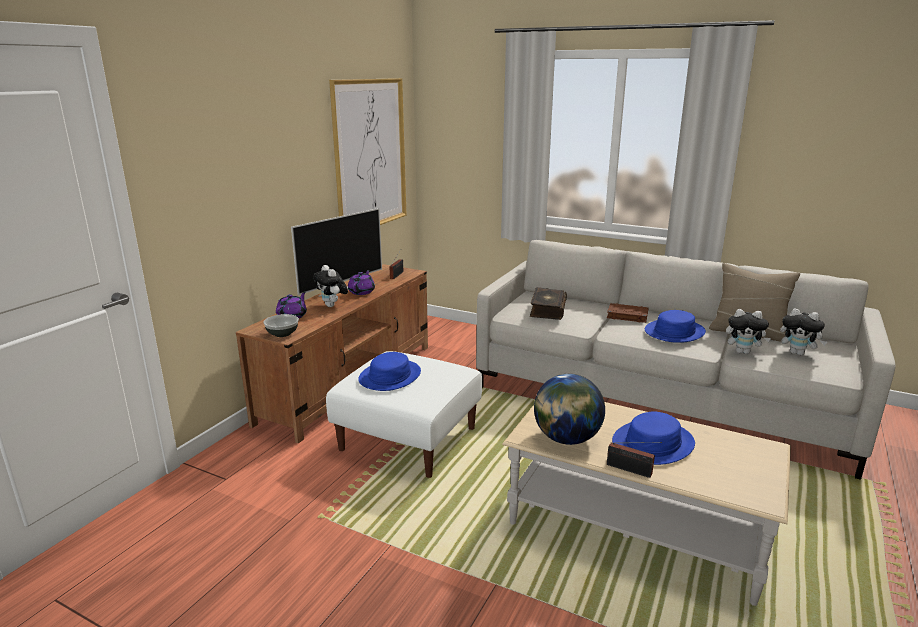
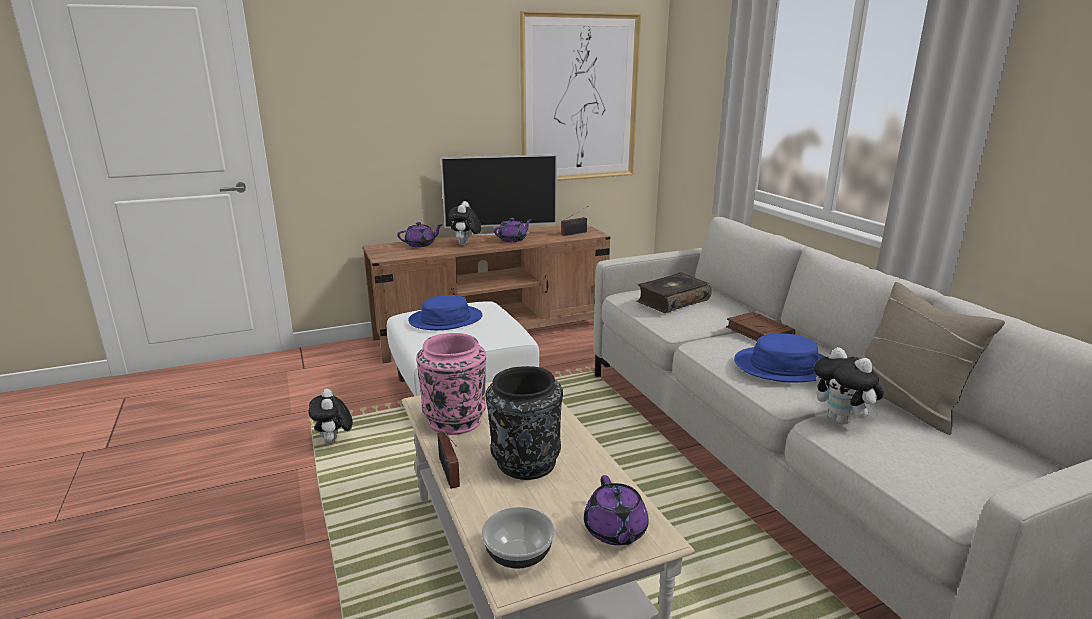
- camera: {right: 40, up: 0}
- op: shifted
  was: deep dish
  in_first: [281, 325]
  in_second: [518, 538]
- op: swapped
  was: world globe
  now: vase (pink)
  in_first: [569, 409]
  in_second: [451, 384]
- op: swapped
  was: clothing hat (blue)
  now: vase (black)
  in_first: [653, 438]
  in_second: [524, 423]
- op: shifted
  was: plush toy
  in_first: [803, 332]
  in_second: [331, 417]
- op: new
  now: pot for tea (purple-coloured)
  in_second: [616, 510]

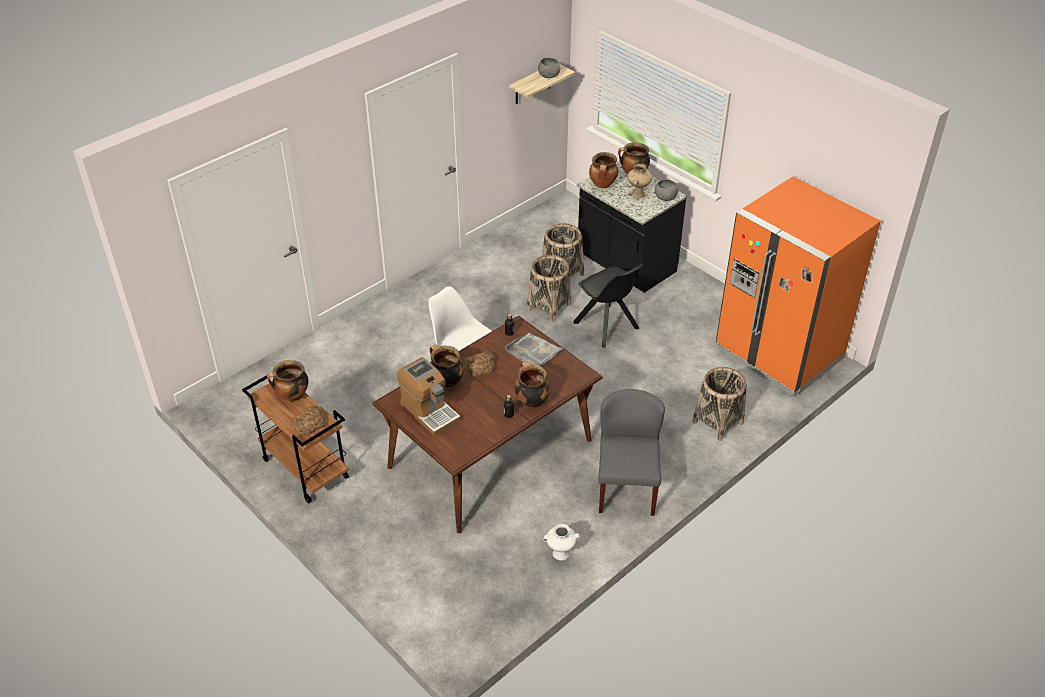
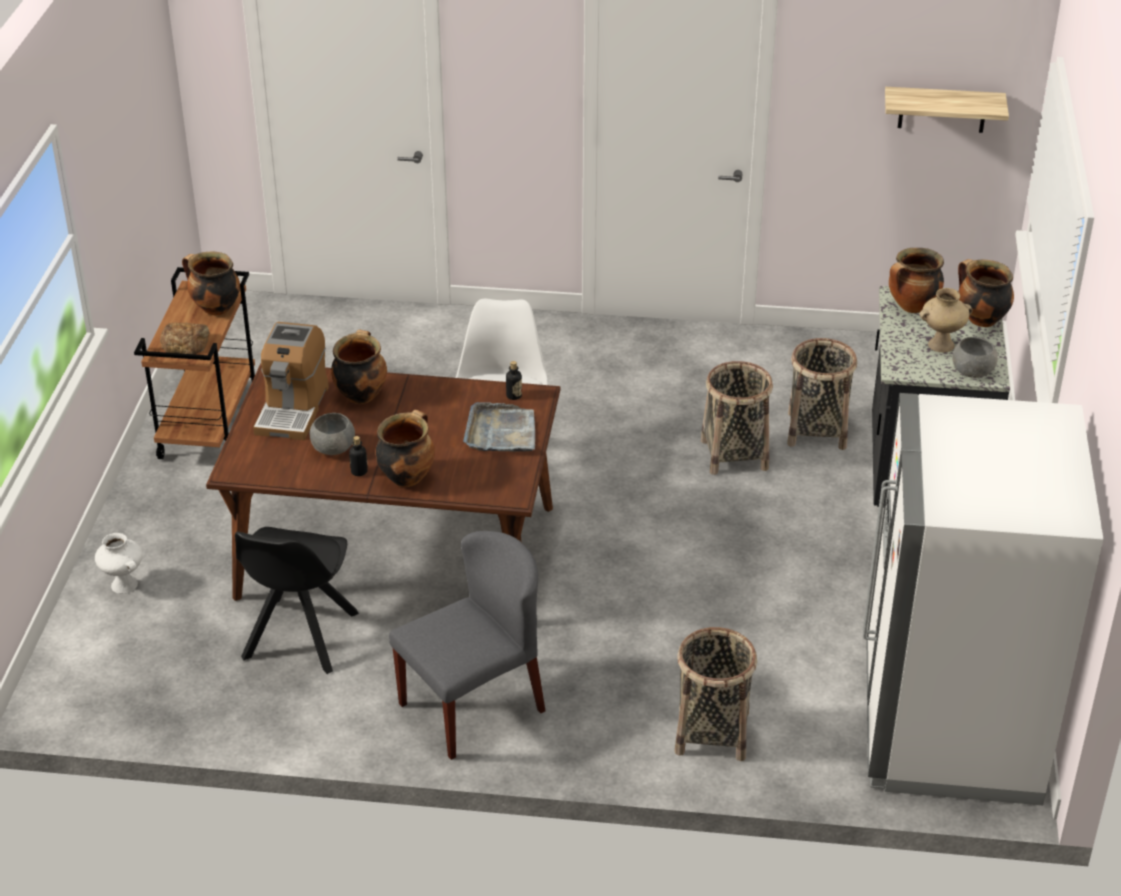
- camera: {right: 50, up: -5}
- op: gone
  was: bread
  in_first: [479, 364]
- op: shifted
  was: deep dish (greyish)
  in_first: [549, 68]
  in_second: [332, 434]
- op: shifted
  was: vase (white)
  in_first: [562, 542]
  in_second: [118, 563]
- op: shifted
  was: chair (black)
  in_first: [608, 305]
  in_second: [297, 600]
- op: repainted
  was: fridge (orange-coloured)
  now: fridge (white)
  in_first: [798, 286]
  in_second: [983, 599]

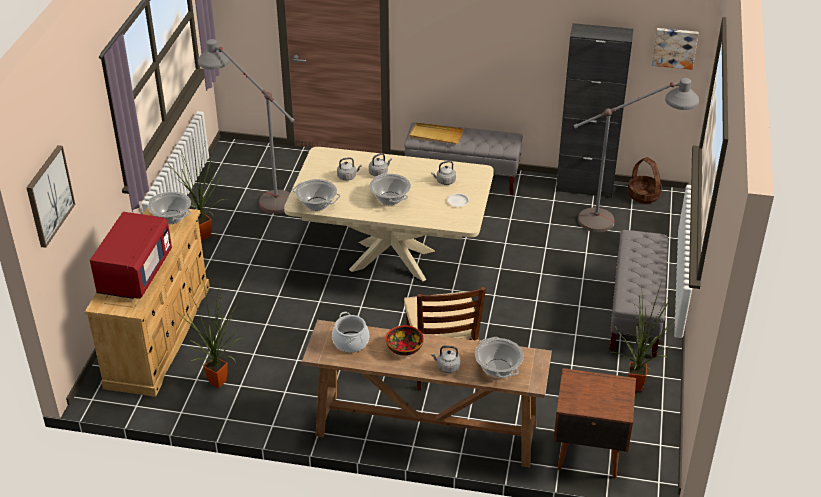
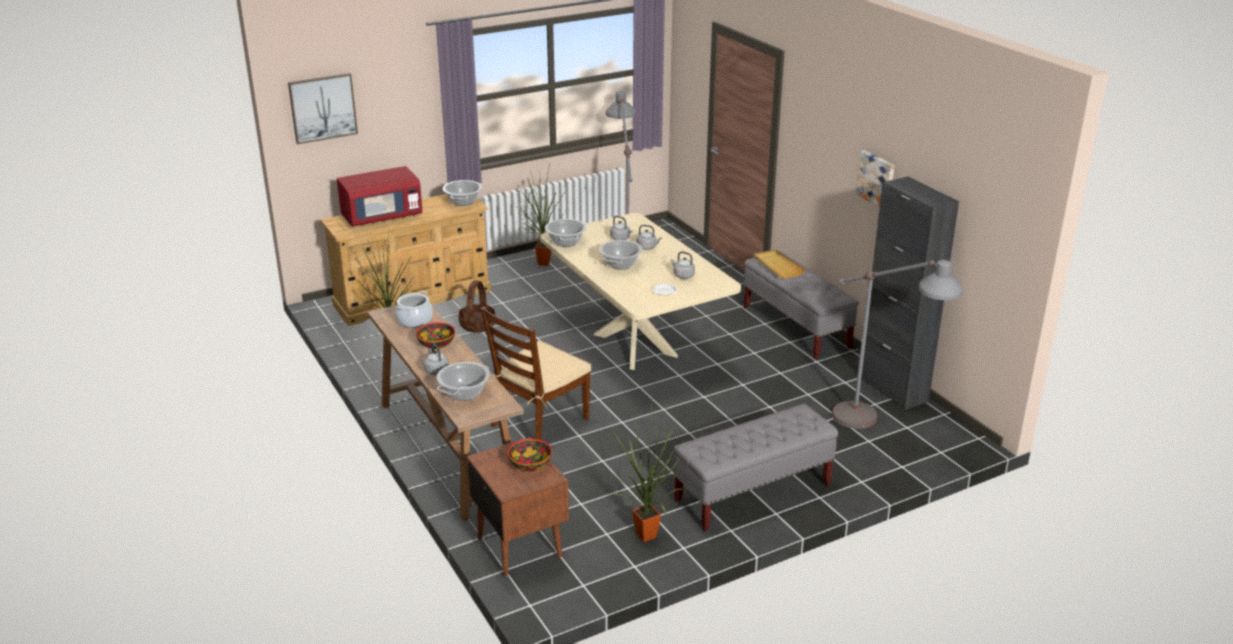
- camera: {right: 50, up: -10}
- op: shifted
  was: storage basket
  in_first: [645, 180]
  in_second: [477, 306]
- op: shifted
  was: wall picture
  in_first: [675, 49]
  in_second: [874, 178]
- op: new
  now: deep dish
  in_second: [530, 455]

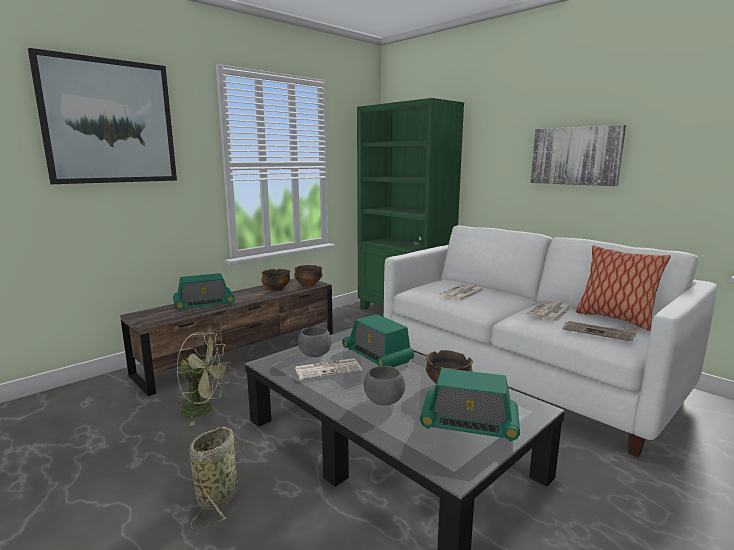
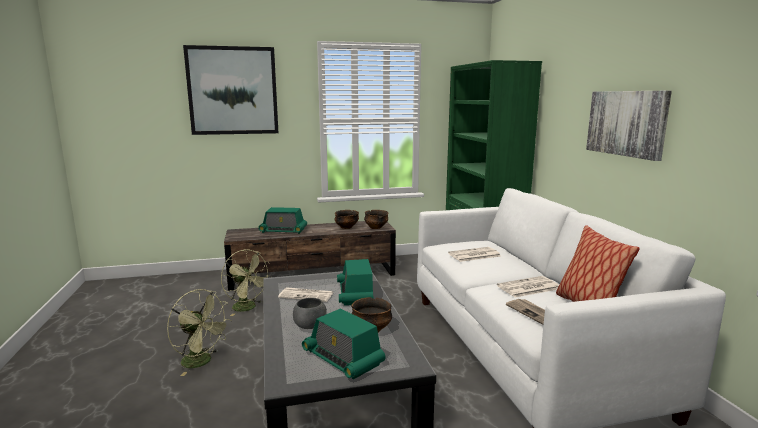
- camera: {right: 30, up: 0}
- op: swapped
  was: storage basket
  now: fan (green)
  in_first: [217, 478]
  in_second: [199, 332]
- op: gone
  was: deep dish (greyish)
  in_first: [315, 342]

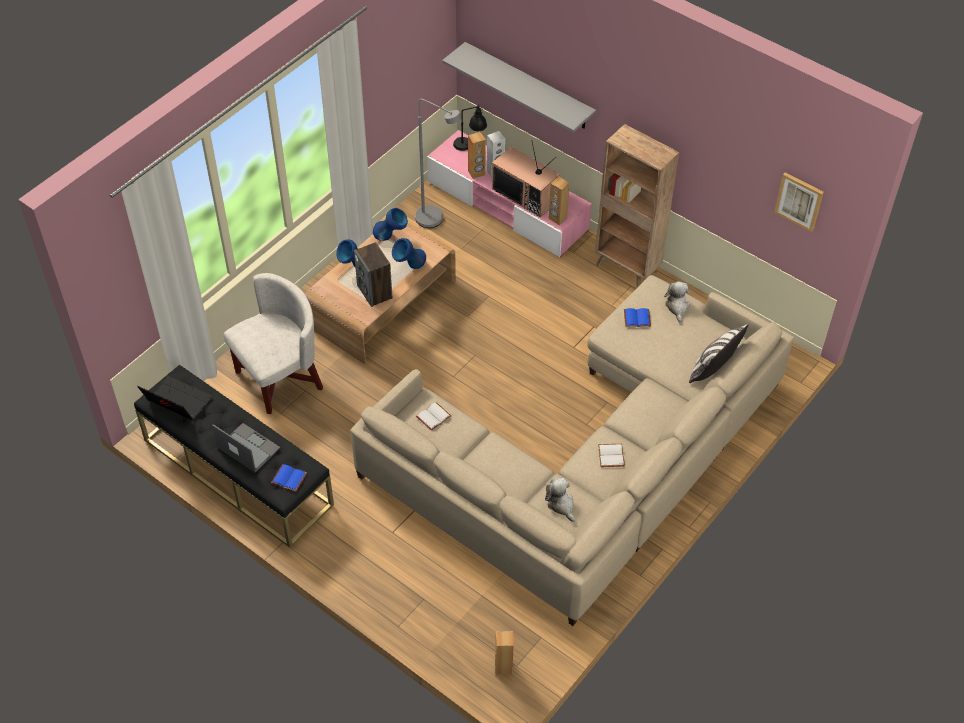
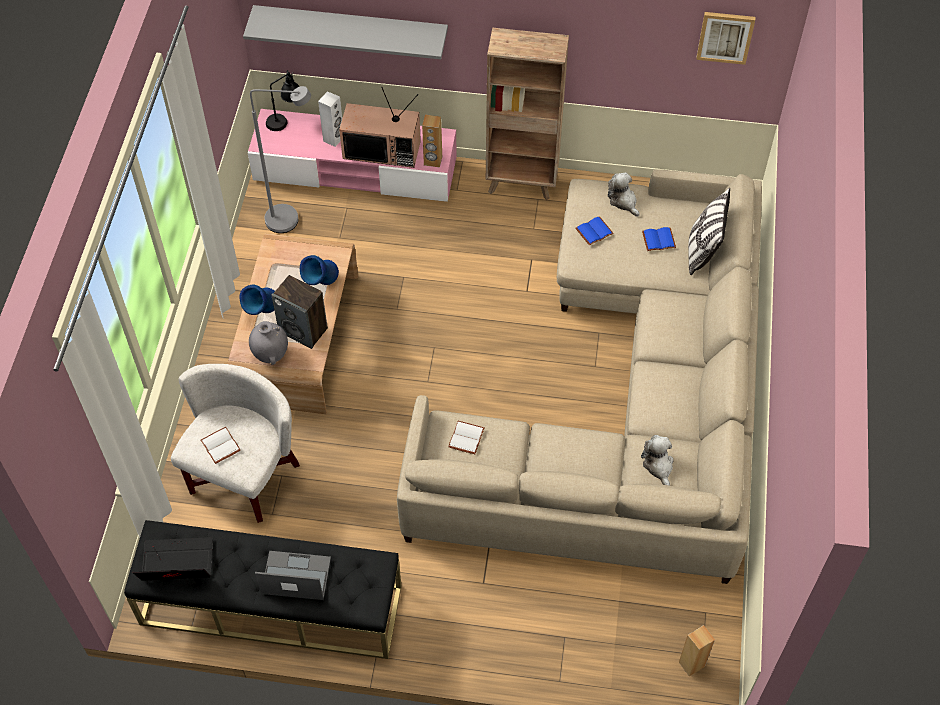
- camera: {right: -30, up: 5}
- op: shifted
  was: volume (blue)
  in_first: [289, 478]
  in_second: [659, 239]
- op: gone
  was: vase (blue)
  in_first: [390, 224]
- op: gone
  was: audio speaker (brown-coloured)
  in_first: [477, 155]
- op: rotated
  was: plush toy
  in_first: [560, 500]
  in_second: [657, 460]
  clockwise: 45
- op: shifted
  was: volume (white)
  in_first: [611, 455]
  in_second: [221, 445]
- op: new
  now: vase (greyish)
  in_second: [268, 343]

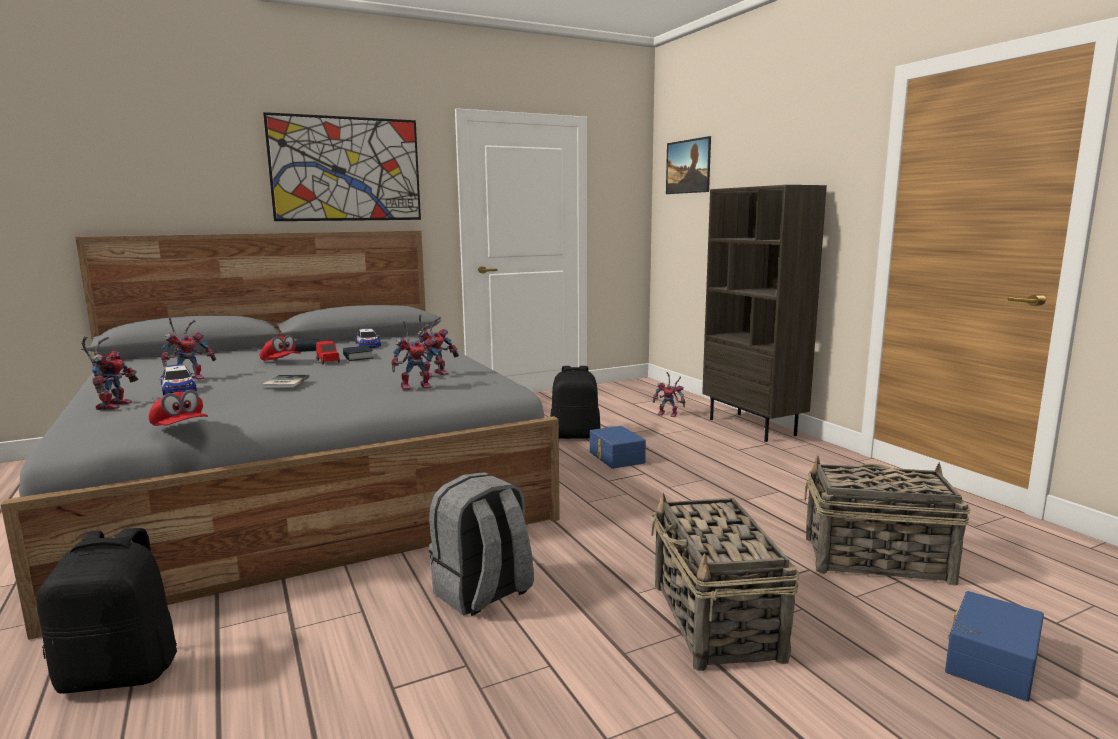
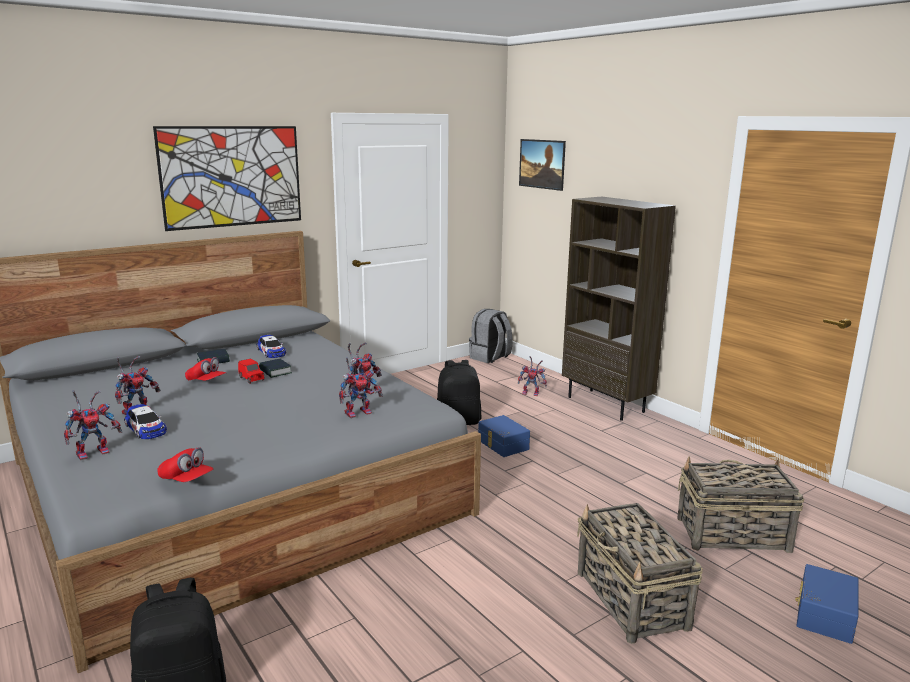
- camera: {right: -10, up: 5}
- op: rotated
  was: model robot
  in_first: [110, 373]
  in_second: [93, 425]
  clockwise: 60
- op: gone
  was: volume
  in_first: [285, 381]
- op: shifted
  was: rucksack (greyish)
  in_first: [481, 544]
  in_second: [491, 336]

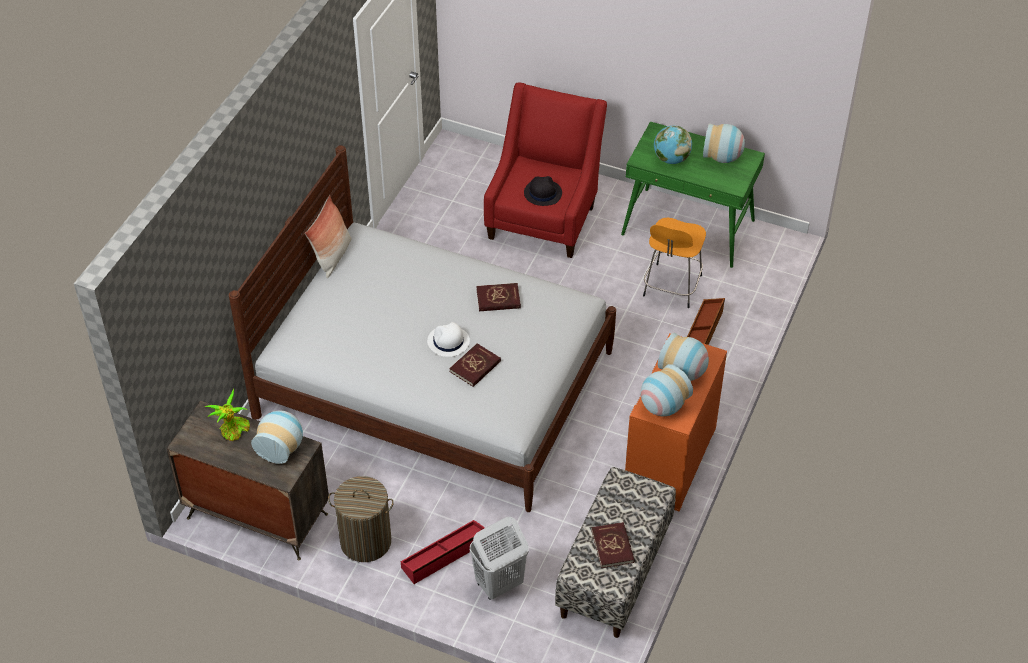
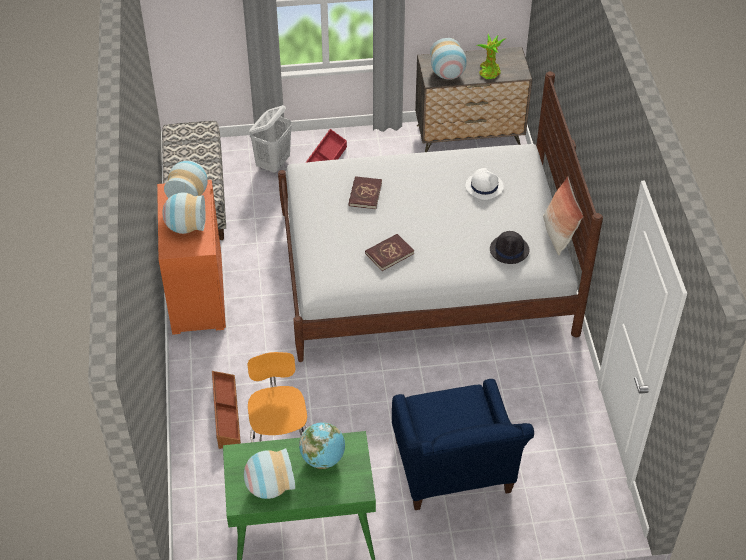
- camera: {right: 150, up: 0}
- op: gone
  was: laundry basket
  in_first: [361, 519]
- op: shifted
  was: clothing hat (white)
  in_first: [448, 339]
  in_second: [485, 184]
- op: repainted
  was: armchair (reddish)
  now: armchair (blue)
  in_first: [545, 170]
  in_second: [463, 444]
- op: shifted
  was: clothing hat (black)
  in_first: [543, 191]
  in_second: [510, 247]
- op: gone
  was: volume (reddish)
  in_first: [613, 545]

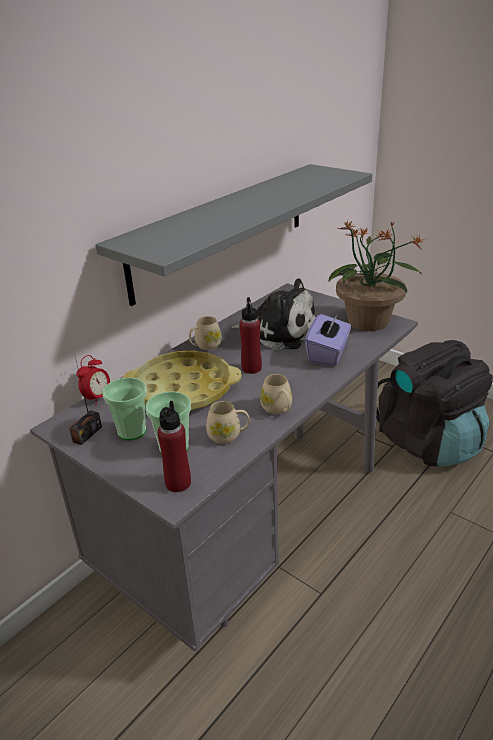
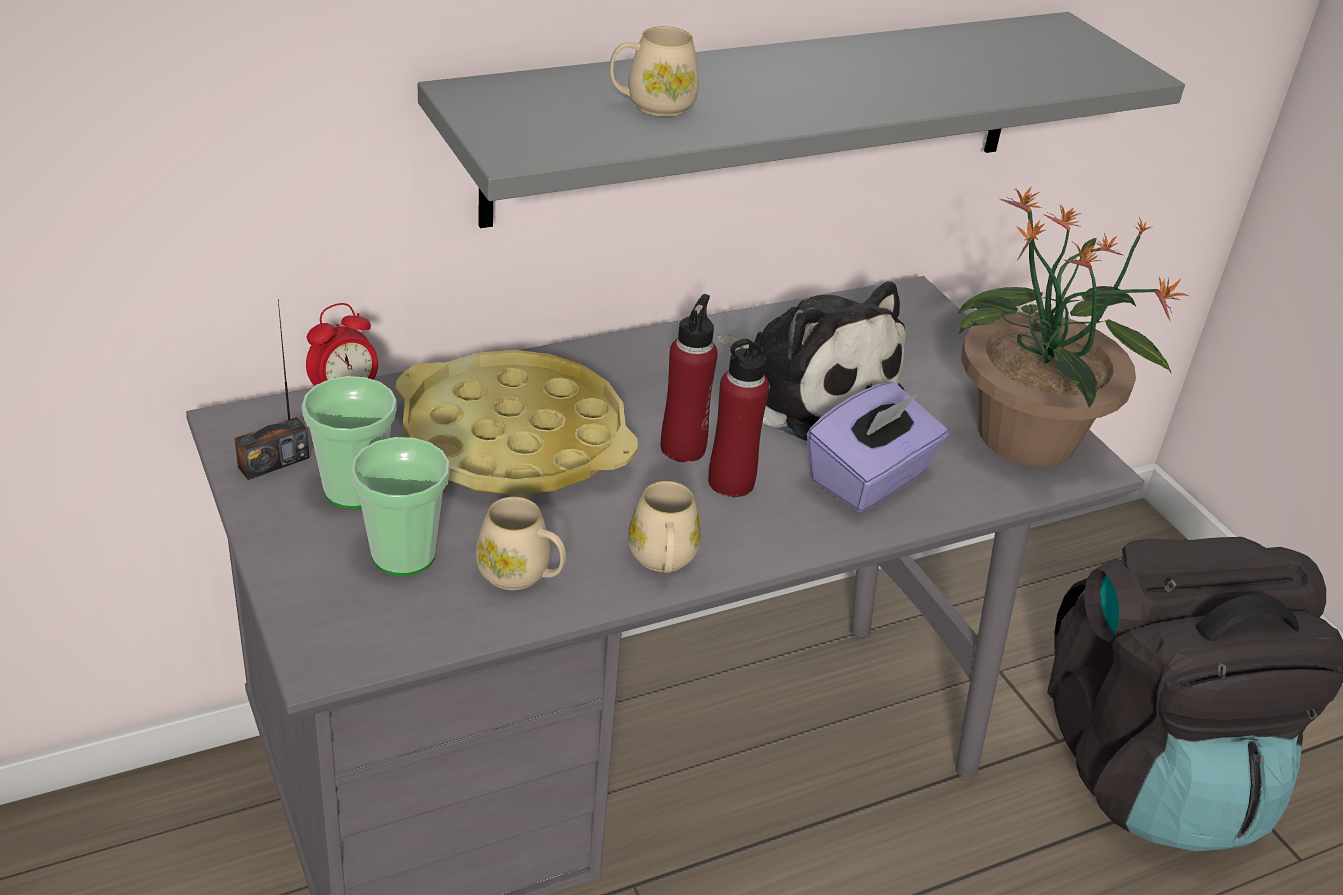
- camera: {right: 20, up: 5}
- op: shifted
  was: bottle (reddish)
  in_first: [174, 446]
  in_second: [739, 414]
- op: shifted
  was: mug (beige-coloured)
  in_first: [205, 333]
  in_second: [654, 71]

